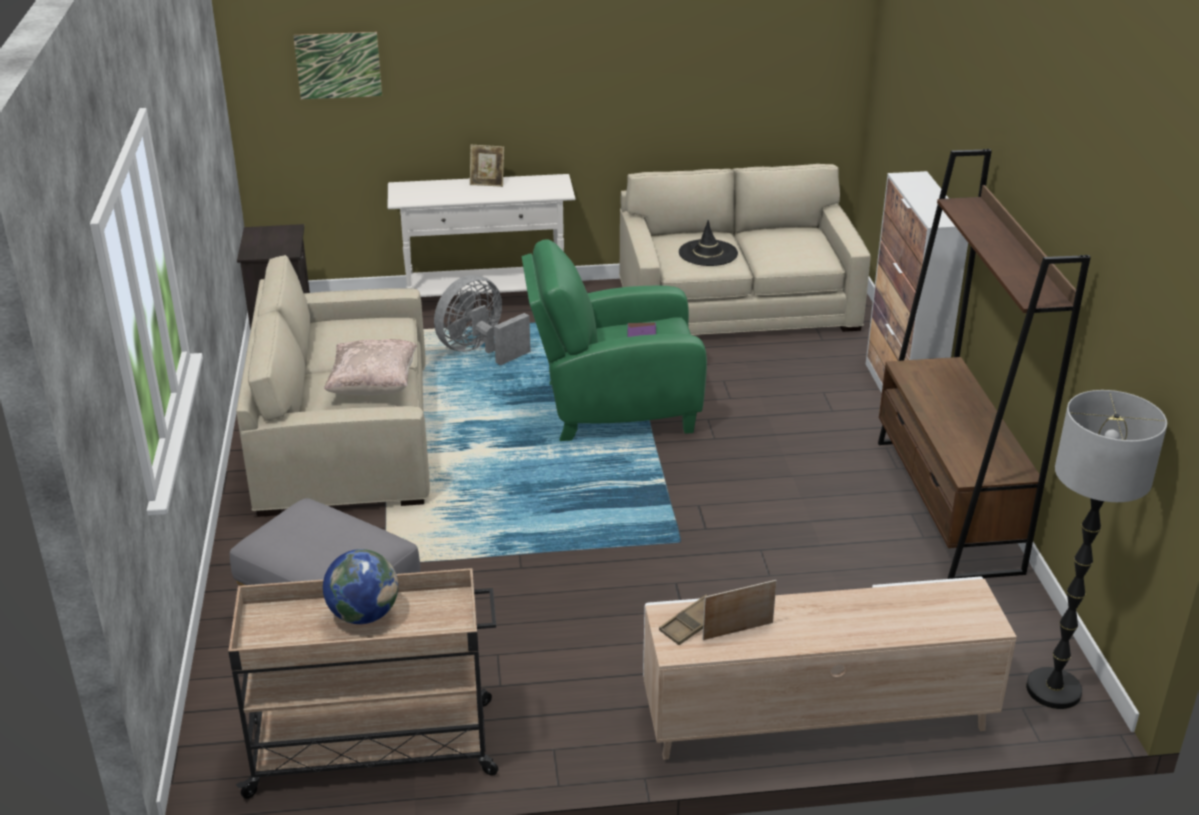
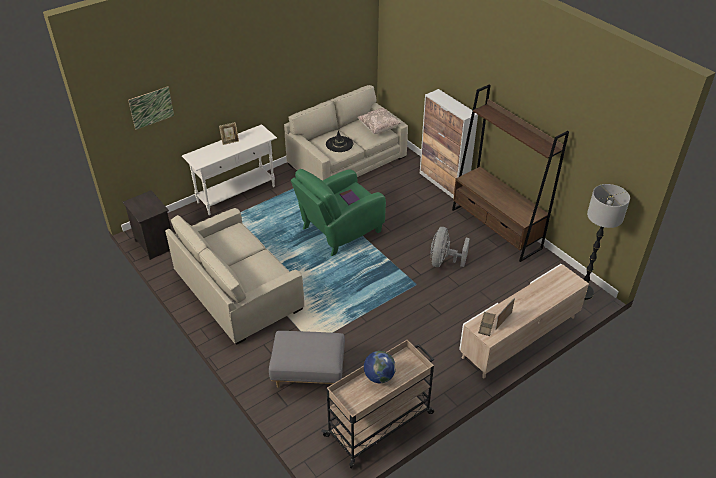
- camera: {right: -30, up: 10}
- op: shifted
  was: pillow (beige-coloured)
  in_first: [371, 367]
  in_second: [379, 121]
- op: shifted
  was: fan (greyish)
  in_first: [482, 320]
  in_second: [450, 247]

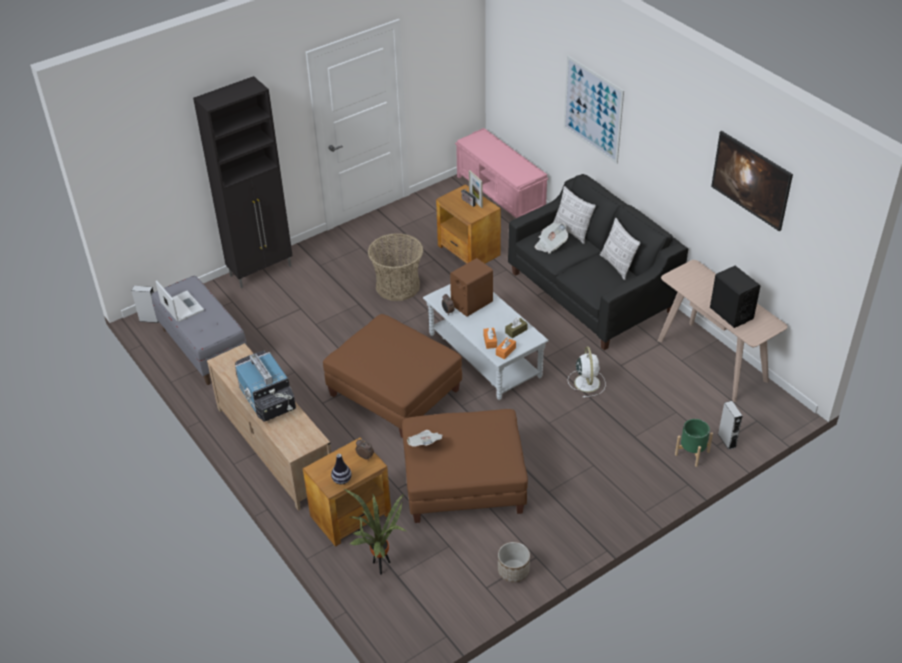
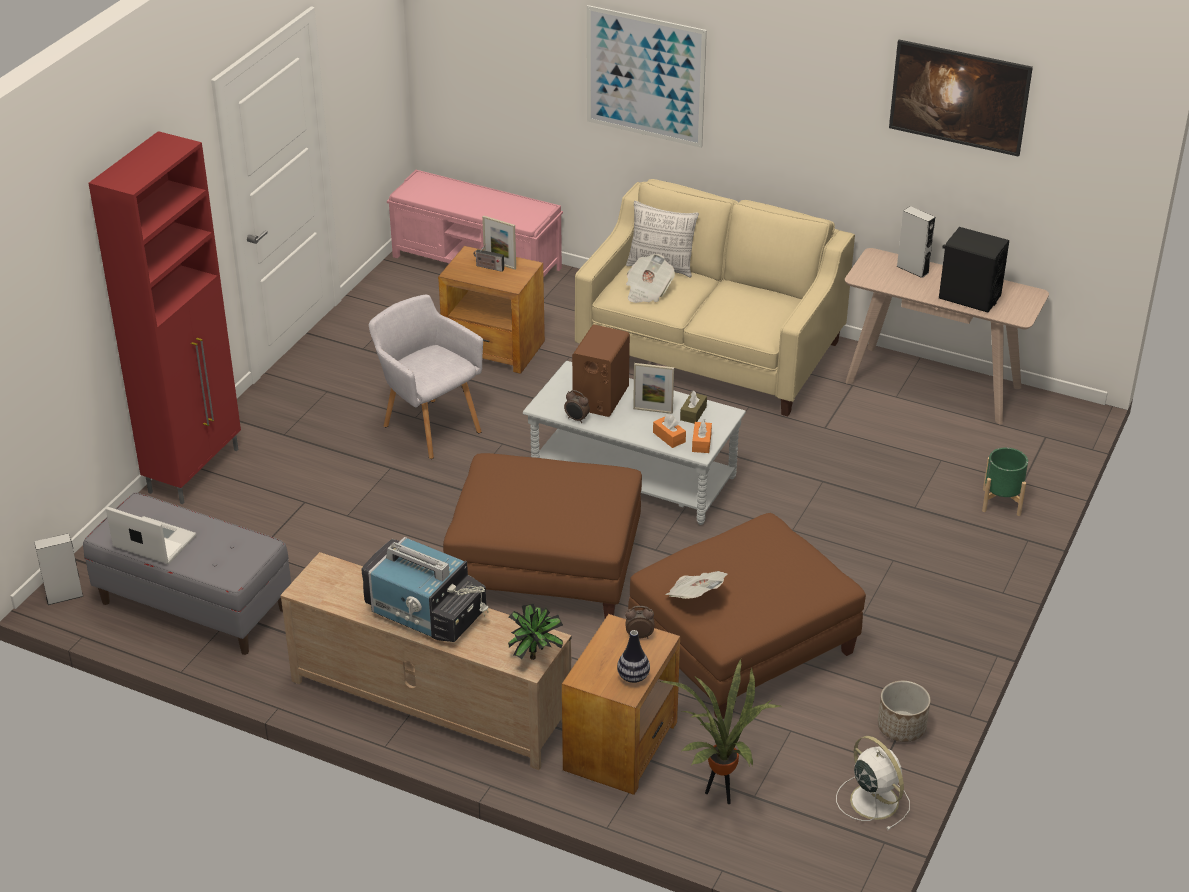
- camera: {right: -30, up: -5}
- op: repainted
  was: cabinet (black)
  now: cabinet (reddish)
  in_first: [243, 182]
  in_second: [164, 317]
- op: swapped
  was: storage basket
  now: armchair (greyish)
  in_first: [395, 267]
  in_second: [426, 377]
- op: repainted
  was: sofa (black)
  now: sofa (beige-coloured)
  in_first: [598, 262]
  in_second: [715, 297]
- op: shifted
  was: fan (white)
  in_first: [587, 372]
  in_second: [873, 783]
- op: gone
  was: pillow
  in_first: [620, 249]
- op: shifted
  was: audio speaker (greyish)
  in_first: [730, 425]
  in_second: [915, 242]
- op: new
  now: potted plant
  in_second: [535, 632]
- op: new
  now: standing frame
  in_second: [653, 388]

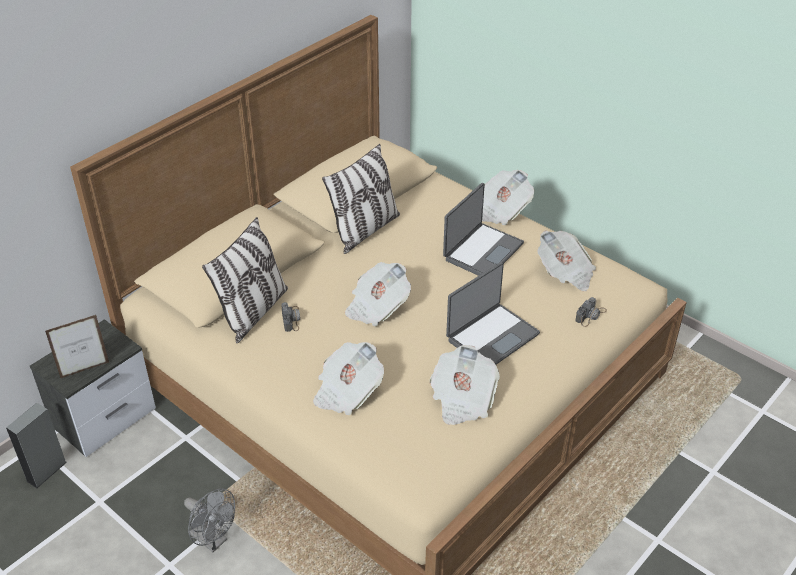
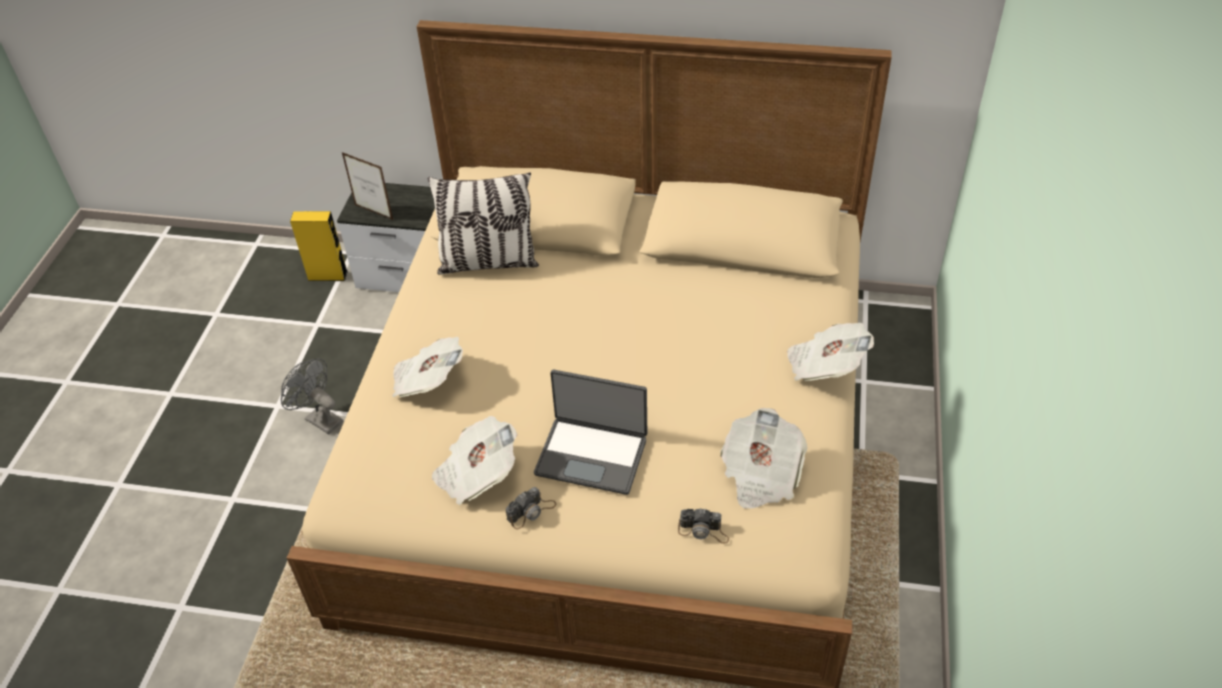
- camera: {right: 60, up: 5}
- op: repainted
  was: audio speaker (greyish)
  now: audio speaker (yellow-coloured)
  in_first: [36, 445]
  in_second: [319, 246]
- op: rotated
  was: fan (greyish)
  in_first: [209, 520]
  in_second: [312, 397]
  clockwise: 120
- op: shifted
  was: still camera
  in_first: [290, 317]
  in_second: [531, 508]
- op: gone
  was: pillow
  in_first: [361, 199]
- op: gone
  was: newspaper
  in_first: [378, 294]
- op: gone
  was: laptop
  in_first: [483, 229]

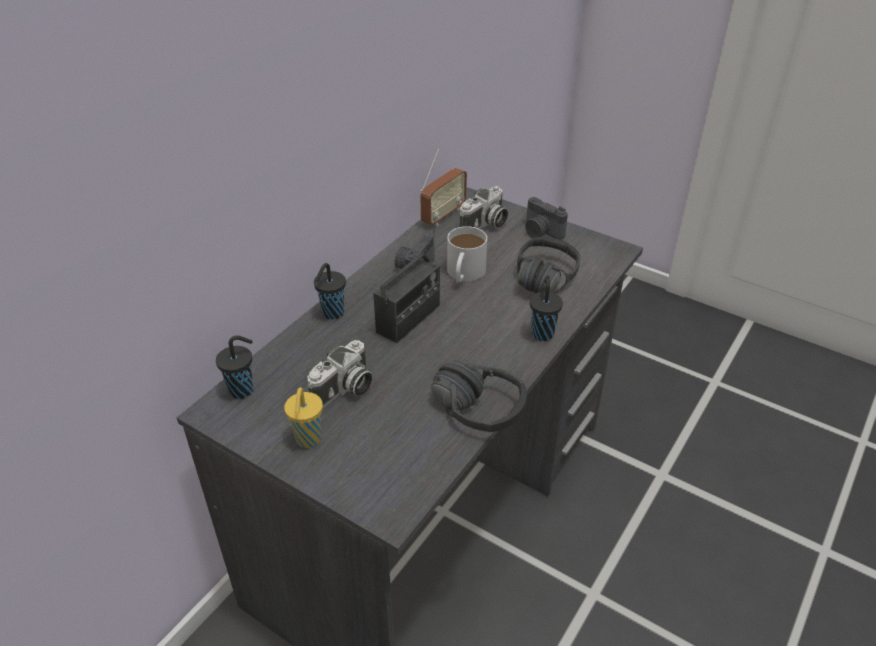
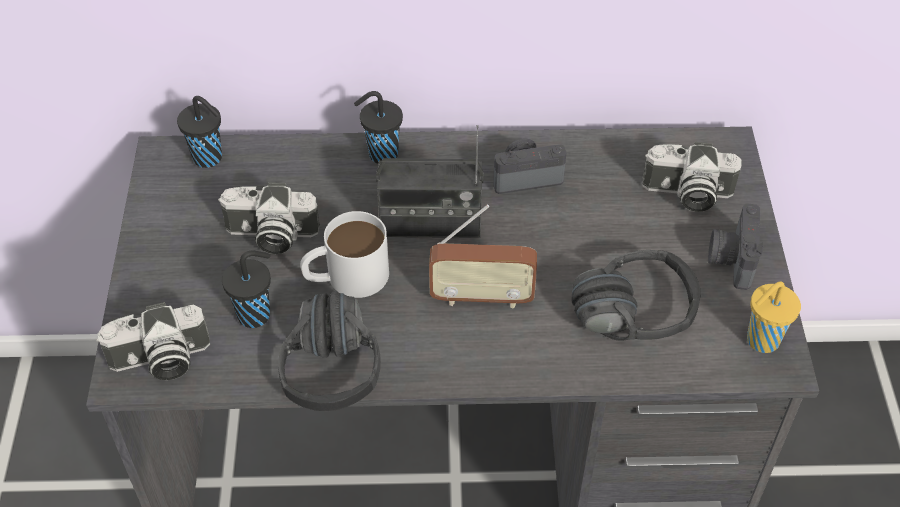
- camera: {right: 55, up: 10}
- op: shifted
  was: drinking cup (yellow-coloured)
  in_first: [303, 417]
  in_second: [774, 317]
- op: shifted
  was: radio set
  in_first: [443, 187]
  in_second: [483, 256]
- op: shifted
  was: mug (white)
  in_first: [467, 254]
  in_second: [344, 254]
- op: shifted
  was: drinking cup (black)
  in_first: [546, 309]
  in_second: [246, 289]
- op: new
  now: still camera
  in_second: [153, 341]

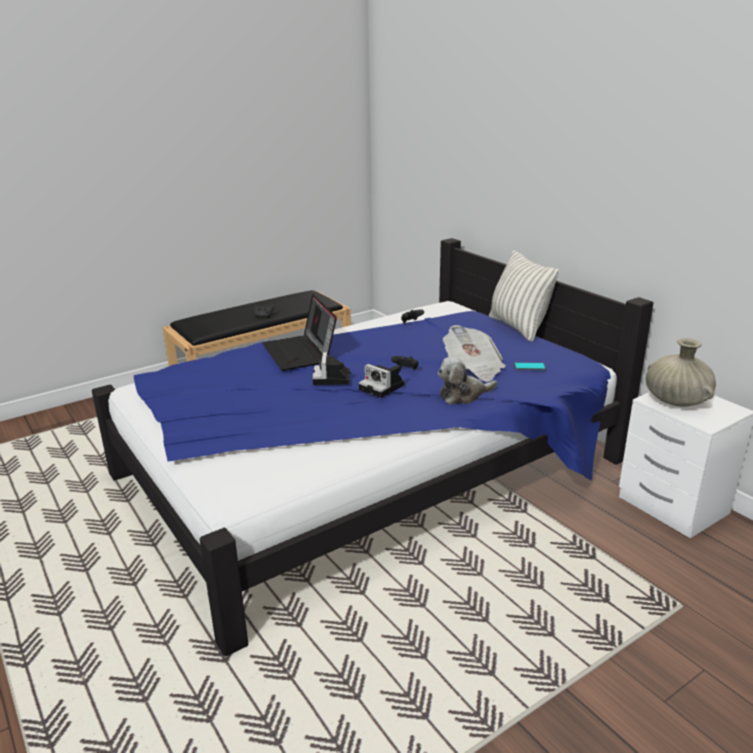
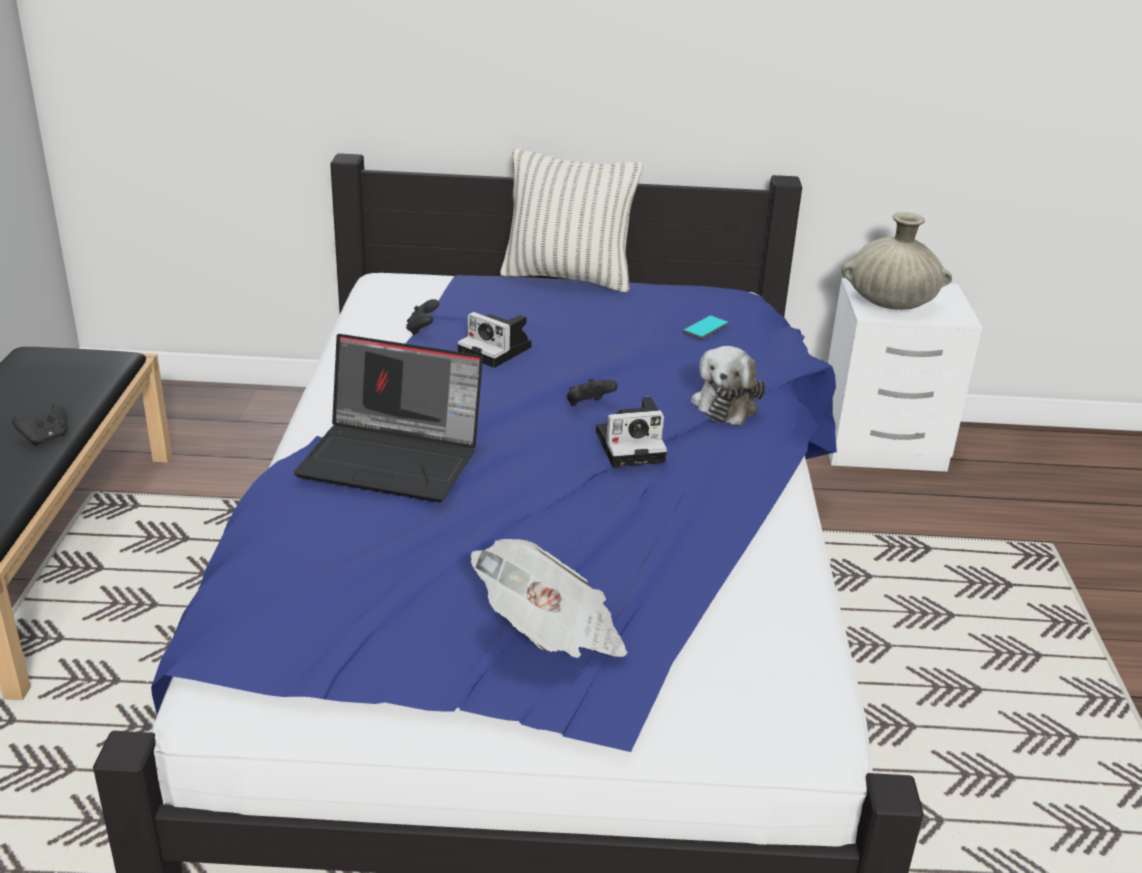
- camera: {right: -55, up: 5}
- op: shifted
  was: still camera
  in_first: [331, 368]
  in_second: [495, 340]
- op: shifted
  was: newspaper
  in_first: [474, 353]
  in_second: [549, 598]

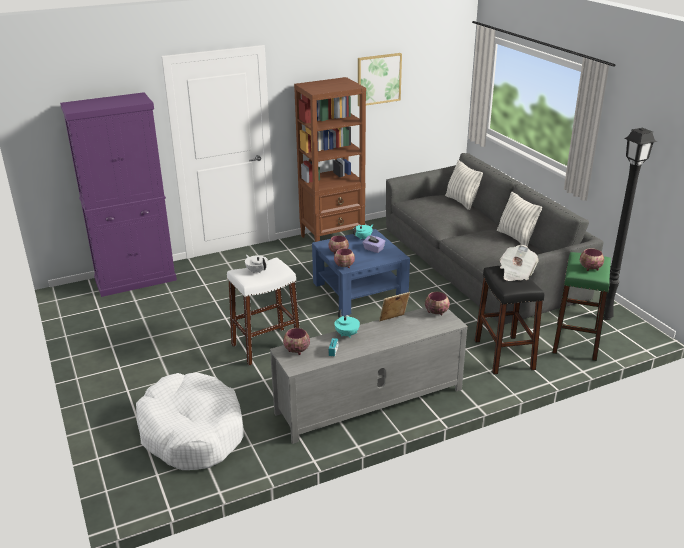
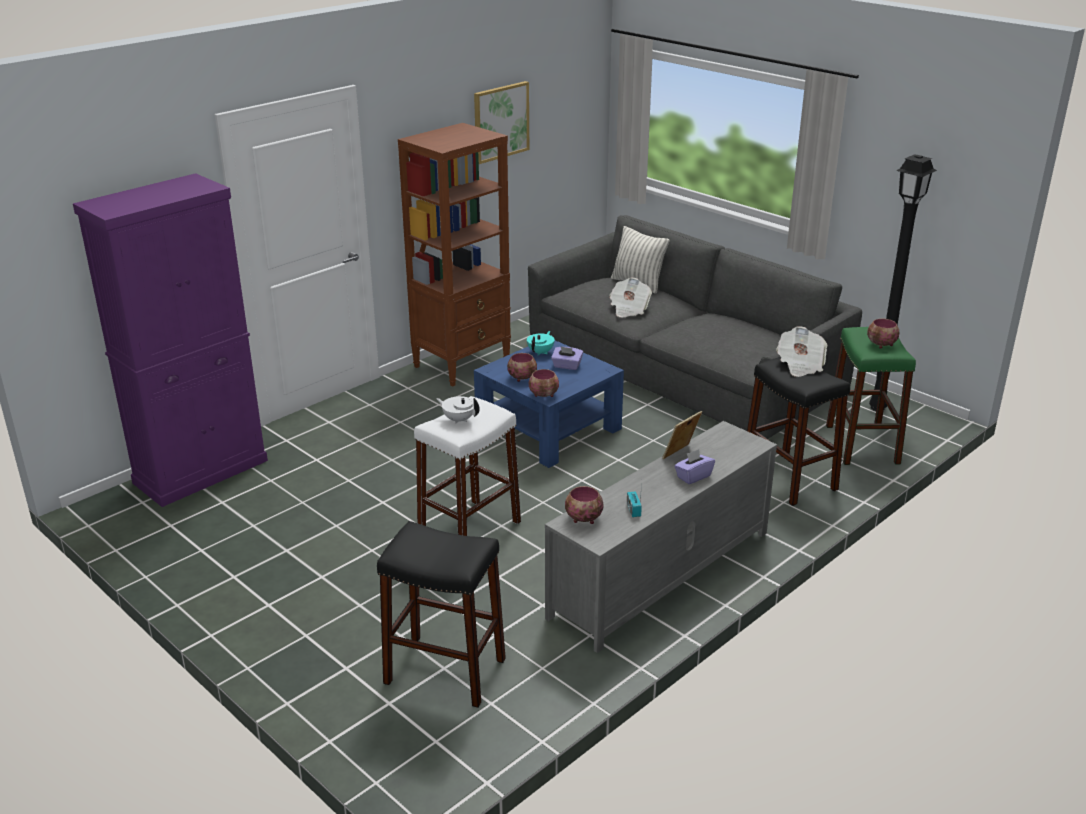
- camera: {right: -20, up: 0}
- op: swapped
  was: dog cushion (white)
  now: sitting stool (black)
  in_first: [190, 421]
  in_second: [441, 614]
- op: gone
  was: pot for tea (blue-green)
  in_first: [347, 324]
- op: gone
  was: deep dish
  in_first: [437, 303]
- op: gone
  was: pillow
  in_first: [519, 219]
- op: new
  now: newspaper
  in_second: [630, 297]
- op: new
  now: tissue box (purple-coloured)
  in_second: [694, 466]

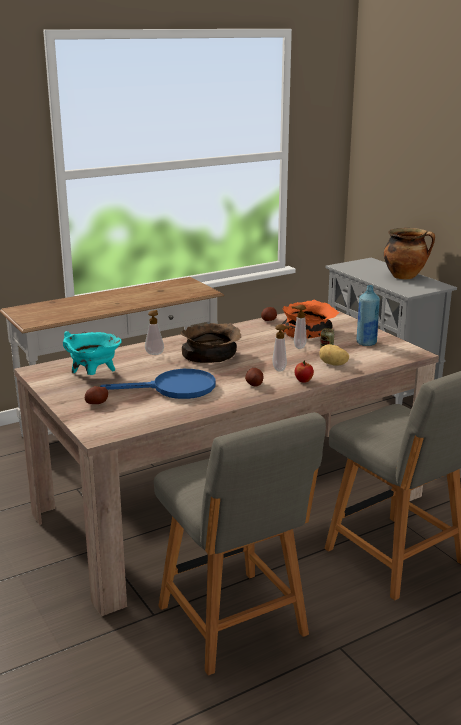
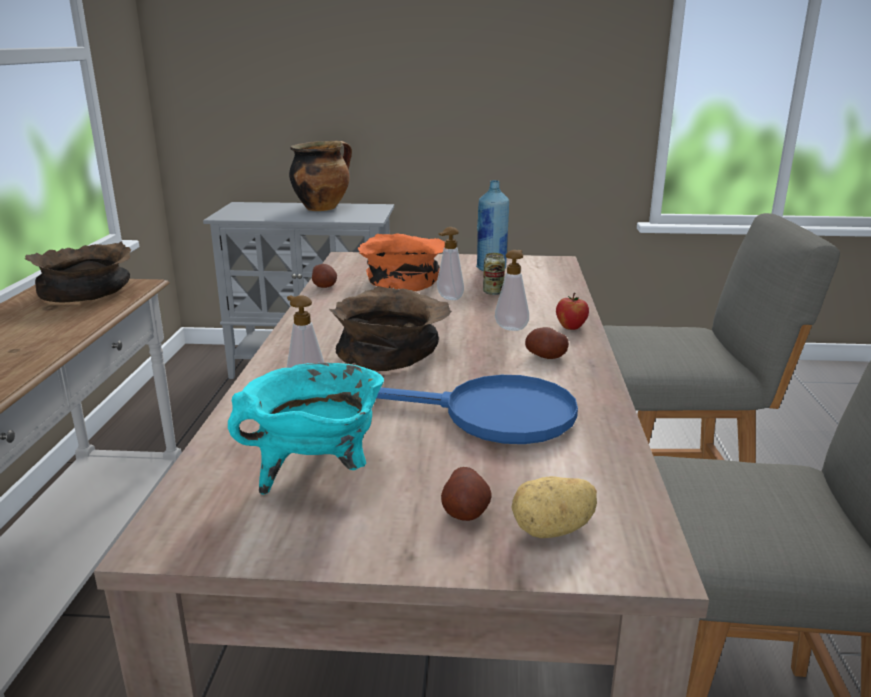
- camera: {right: -55, up: 0}
- op: rotated
  was: frying pan (blue)
  in_first: [158, 384]
  in_second: [477, 409]
  clockwise: 75
- op: shifted
  was: whole potato
  in_first: [334, 355]
  in_second: [554, 507]
- op: new
  now: deep dish (brown-coloured)
  in_second: [78, 271]

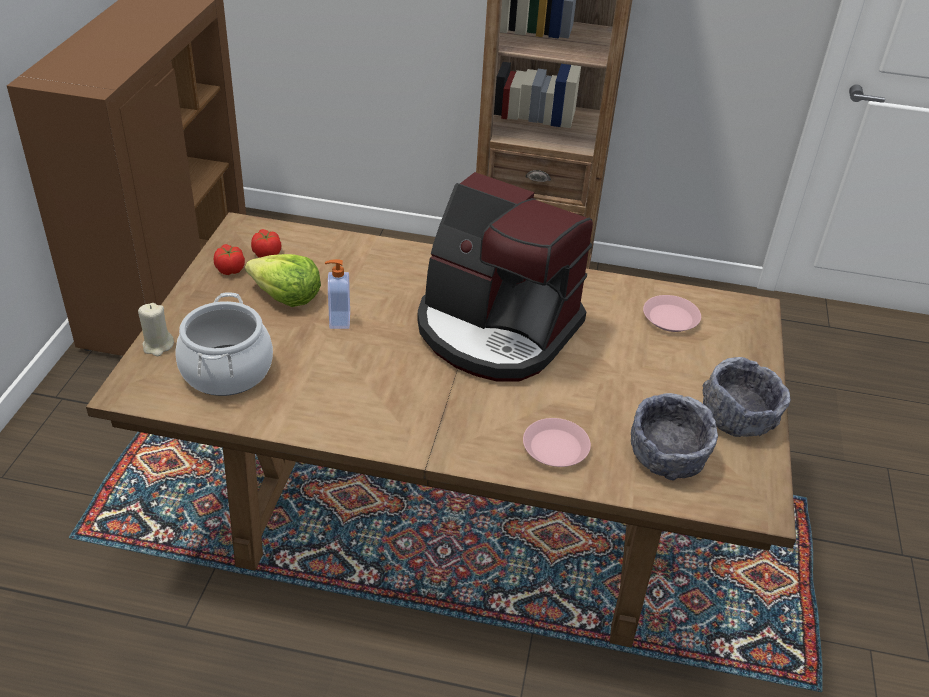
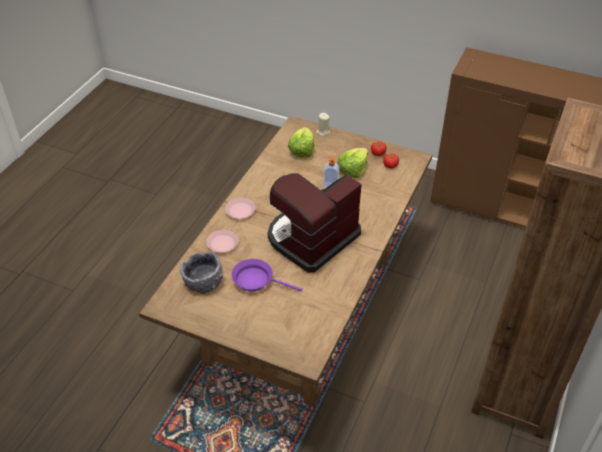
- camera: {right: 105, up: 5}
- op: swapped
  was: saucepot
  now: lettuce
  in_first: [224, 344]
  in_second: [301, 142]
- op: shifted
  was: dinner plate (pink)
  in_first: [672, 313]
  in_second: [240, 208]
- op: gone
  was: deep dish (greyish)
  in_first: [747, 397]
- op: new
  now: frying pan (purple-coloured)
  in_second: [267, 275]

